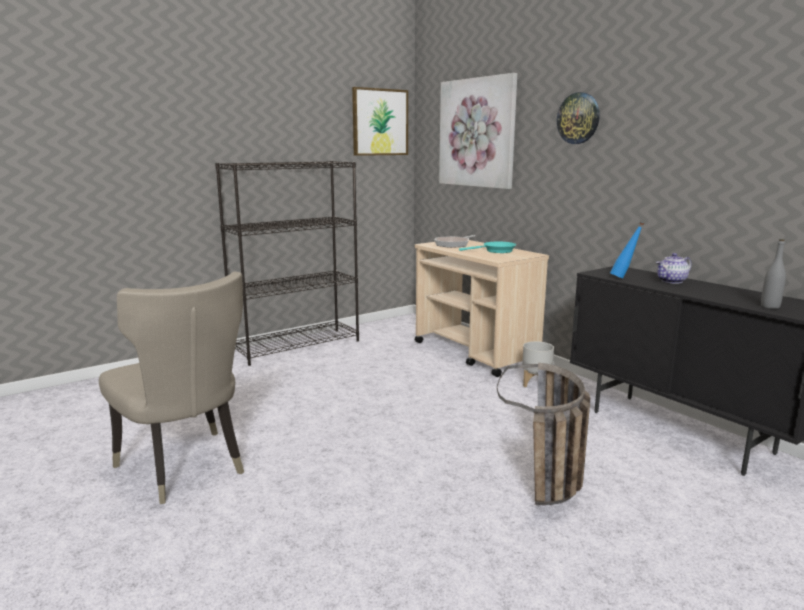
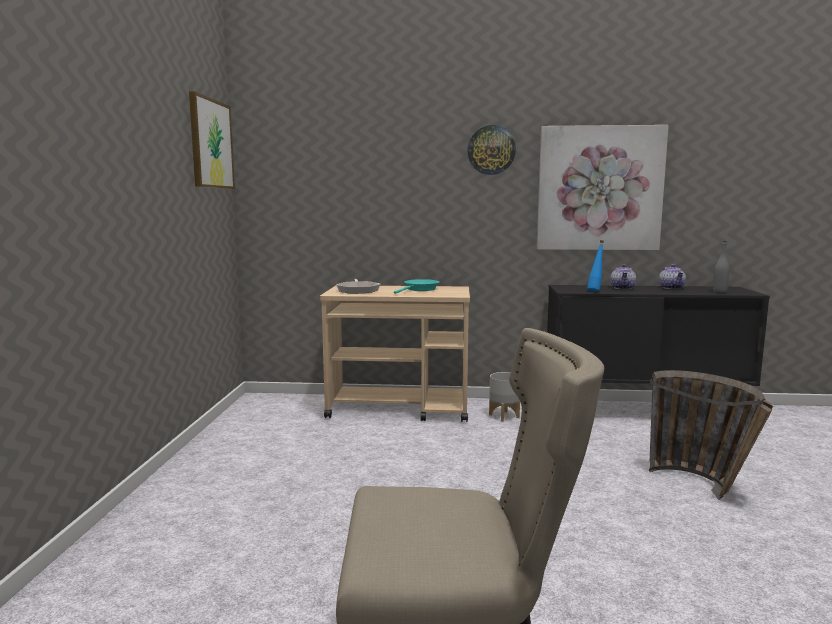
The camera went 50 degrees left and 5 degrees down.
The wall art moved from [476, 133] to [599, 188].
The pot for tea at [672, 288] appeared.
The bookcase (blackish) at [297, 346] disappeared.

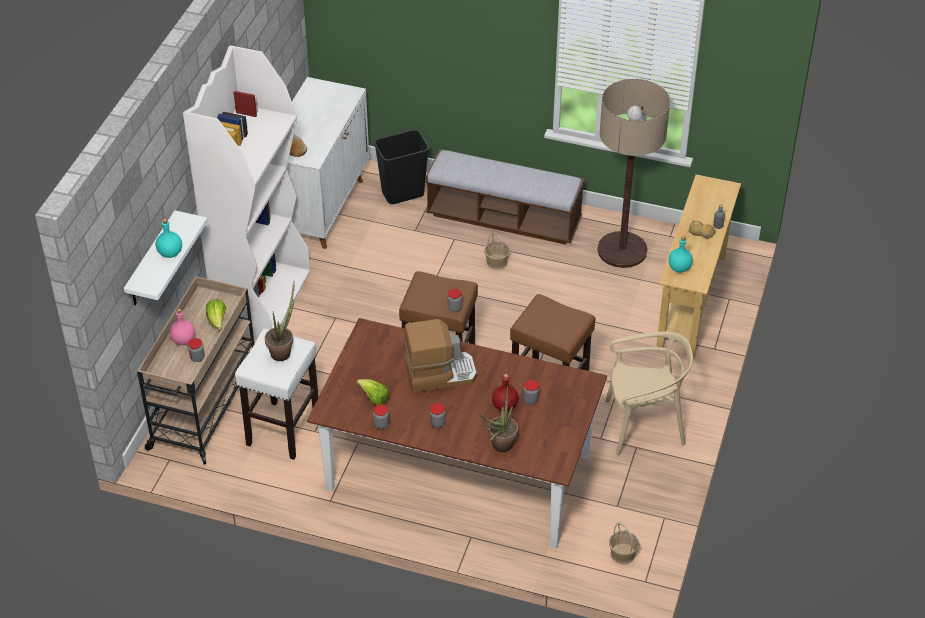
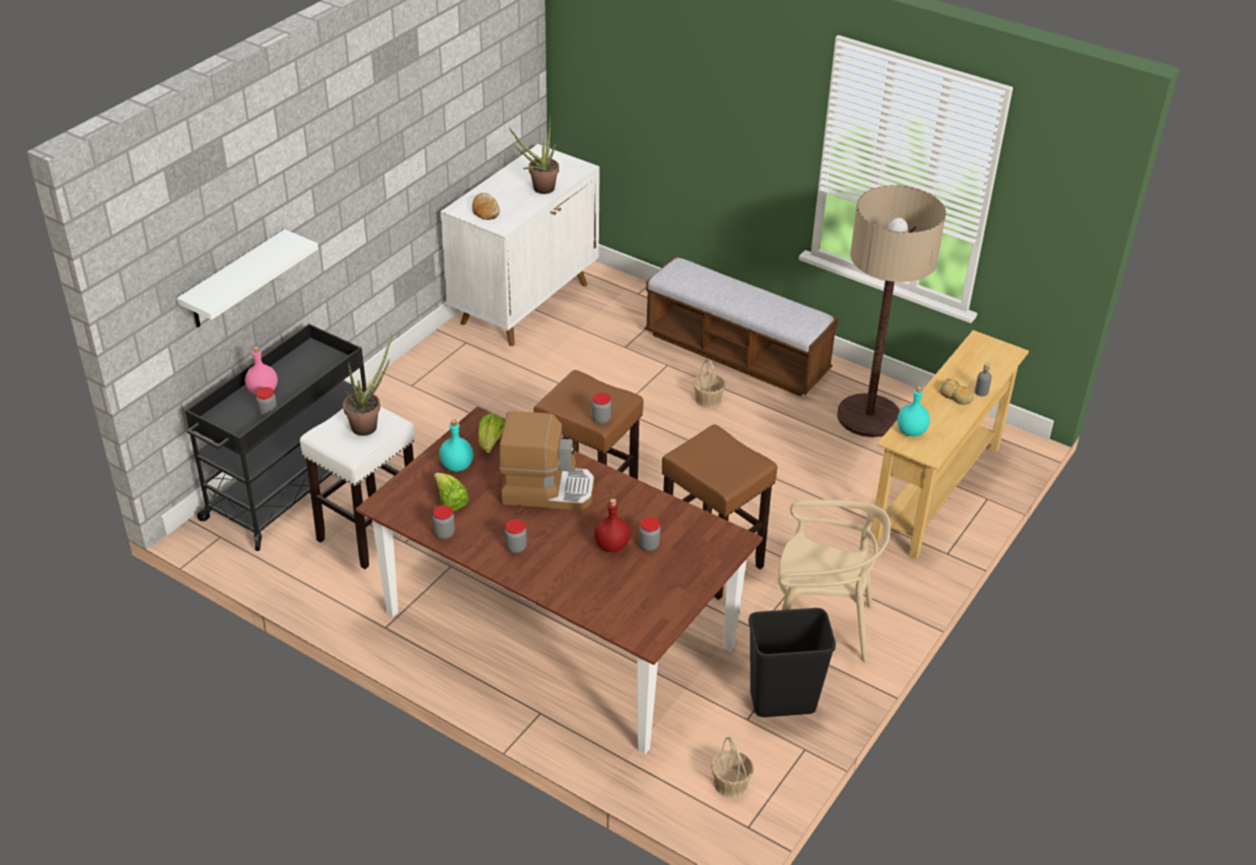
The camera went 15 degrees right and 5 degrees down.
The wheeled cart (beige-coloured) at [205, 406] became the wheeled cart (blackish) at [291, 486].
The beverage bottle (blue-green) moved from [169, 253] to [456, 466].
The head of lettuce moved from [217, 321] to [491, 444].
The houseplant moved from [499, 447] to [539, 189].
The rubbish bin (blackish) moved from [402, 194] to [782, 702].
The bookcase (white-coloured) at [263, 299] disappeared.

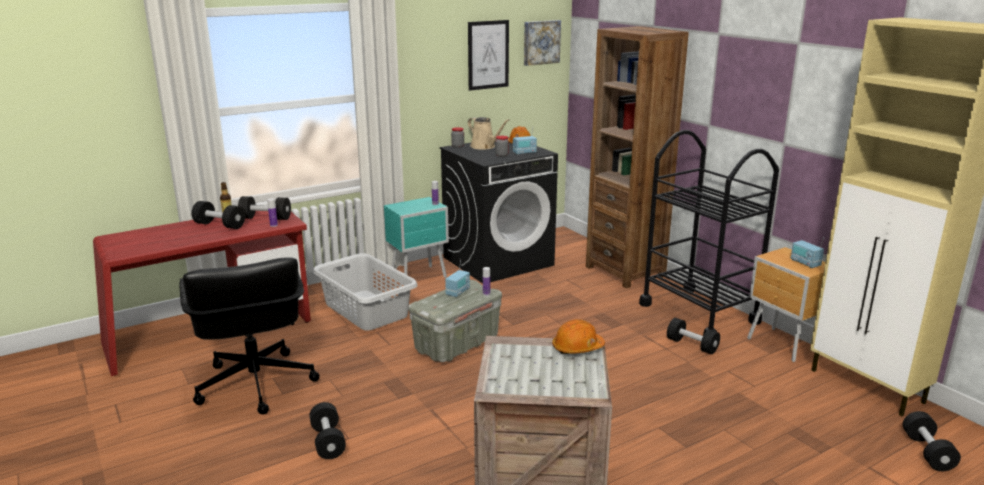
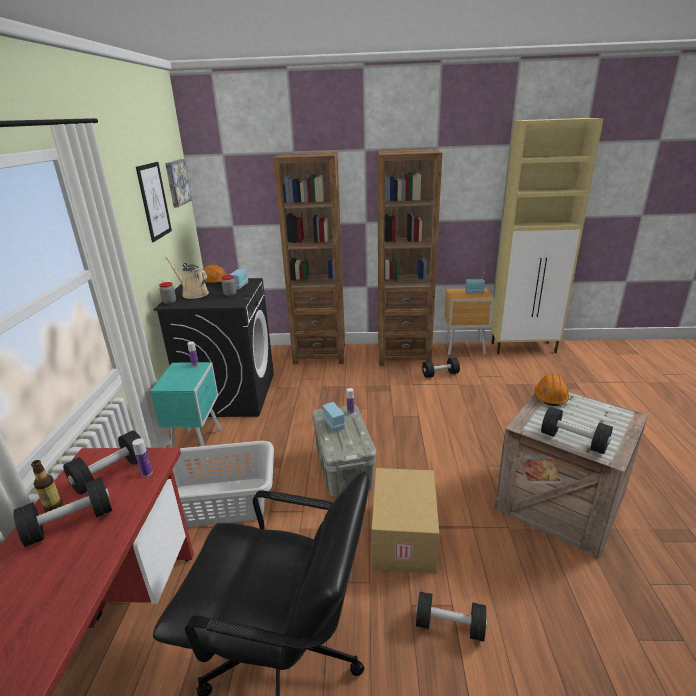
The camera went 55 degrees left and 5 degrees up.
The sprinkling can (beige-coloured) at [484, 146] turned 135 degrees counterclockwise.
The packing box at [402, 536] appeared.
The wheeled cart (blackish) at [698, 313] was replaced by the bookcase (brown) at [403, 355].
The hand weight (blackish) moved from [927, 452] to [573, 441].

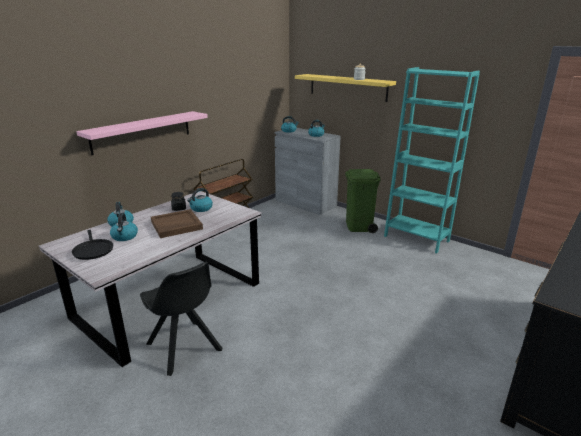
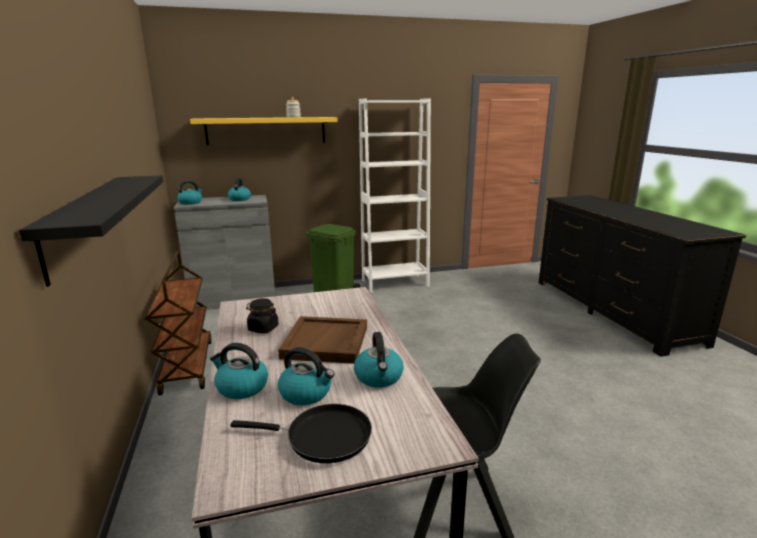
The camera went 55 degrees left and 5 degrees down.
The shelf (pink) at [142, 132] became the shelf (blackish) at [86, 221].
The water kettle moved from [201, 208] to [379, 377].
The bookcase (blue-green) at [416, 238] became the bookcase (white-coloured) at [395, 283].

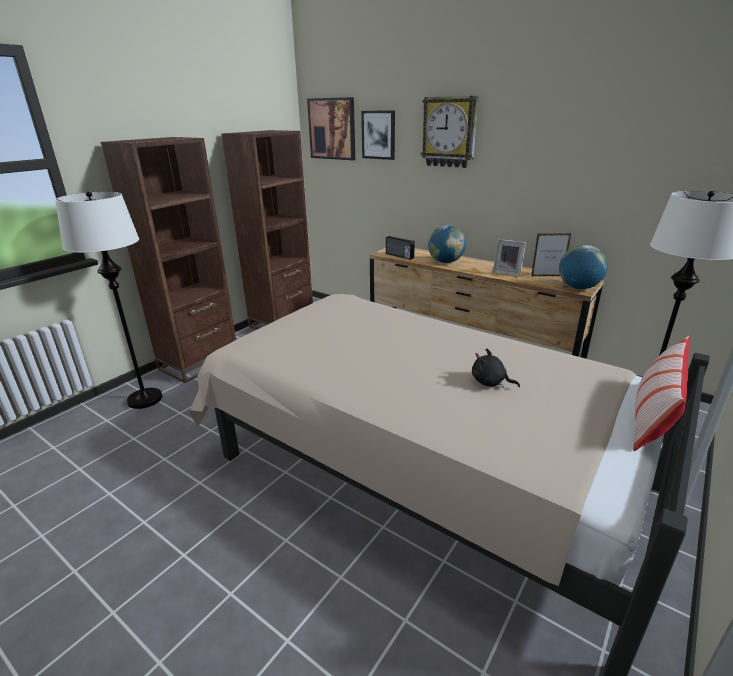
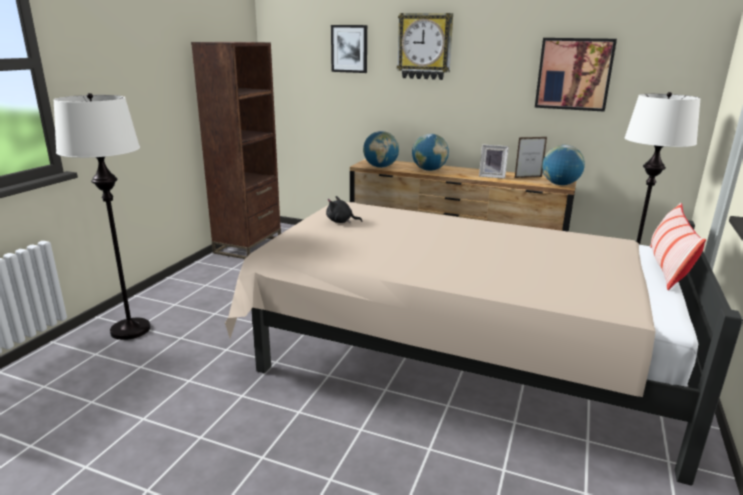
The camera went 15 degrees left and 5 degrees down.
The cuddly toy (blackish) moved from [490, 382] to [341, 221].
The radio receiver at [399, 256] was replaced by the world globe at [380, 167].
The wall art moved from [332, 129] to [574, 74].
The bookcase (brown) at [199, 362] disappeared.

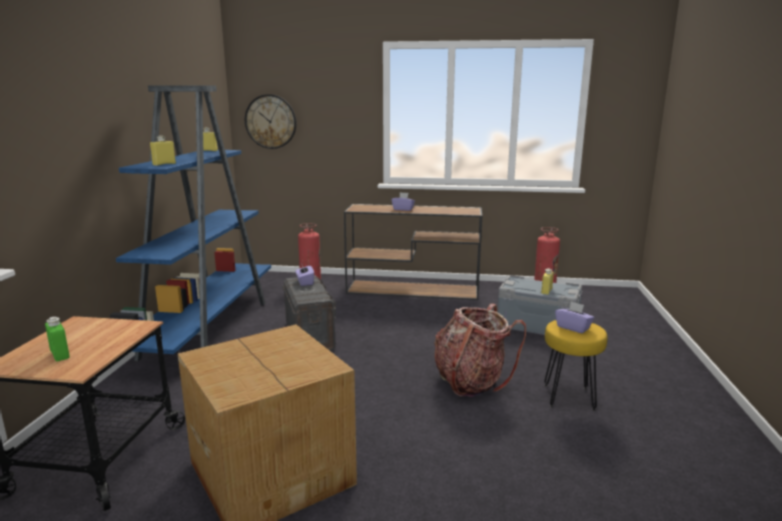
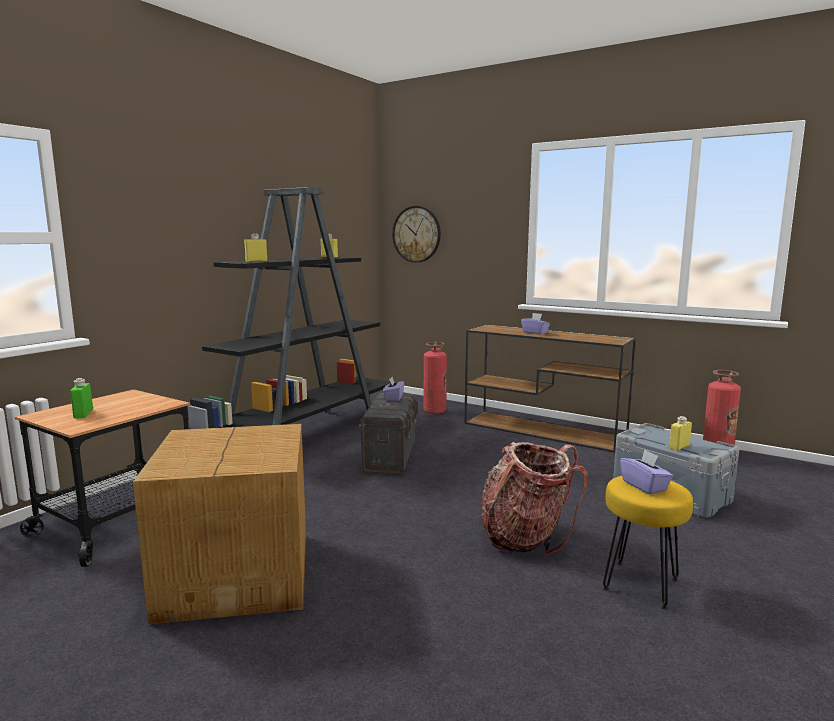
The camera went 25 degrees right and 5 degrees down.
The bookcase (blue) at [208, 327] became the bookcase (blackish) at [305, 434].

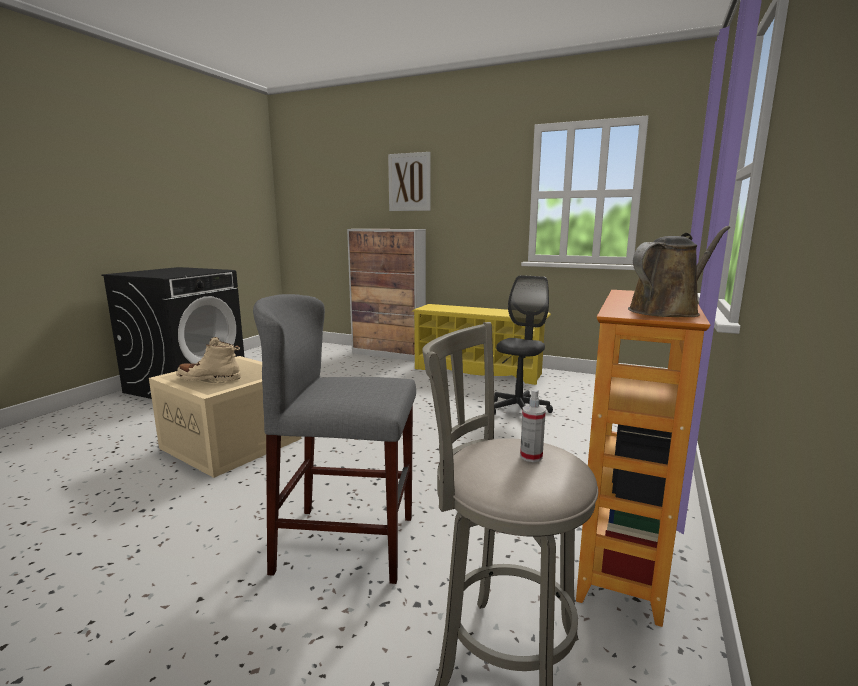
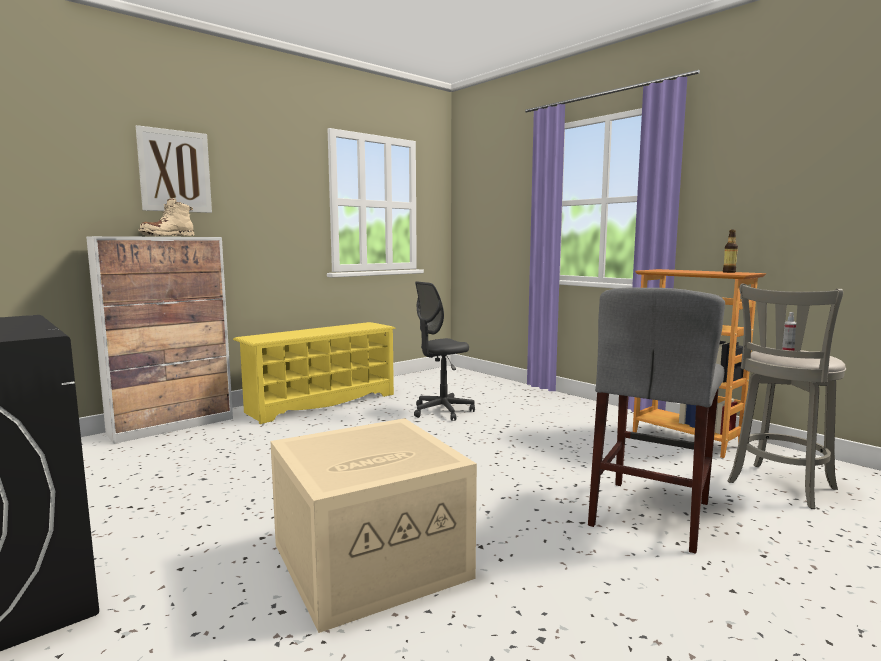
The camera went 65 degrees left and 5 degrees down.
The high-top boot (beige-coloured) moved from [209, 379] to [167, 236].
The desk chair (greyish) at [518, 409] turned 90 degrees counterclockwise.
The sprinkling can (brown) at [667, 311] was replaced by the beverage bottle at [729, 272].

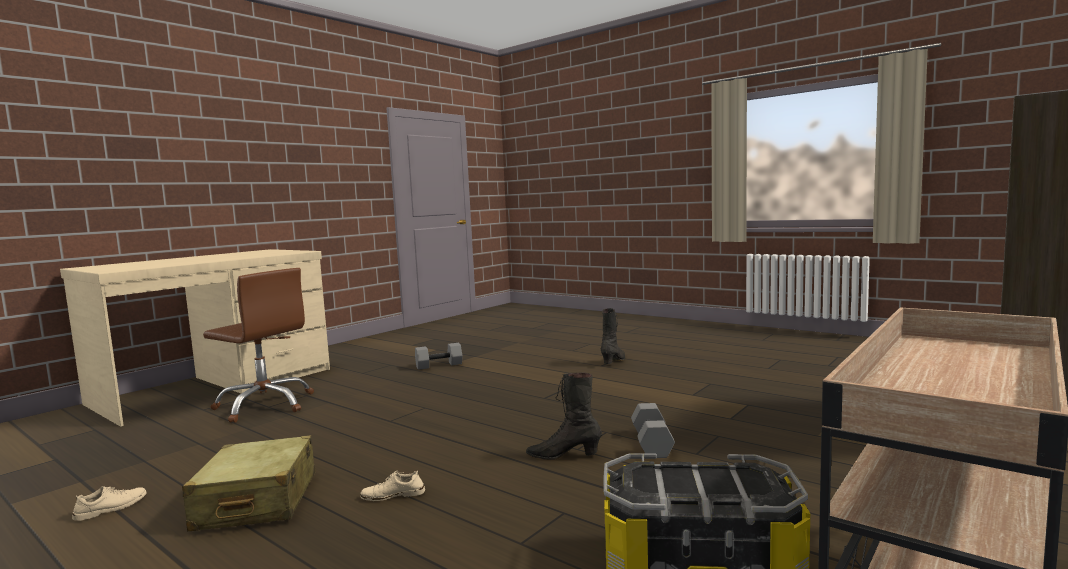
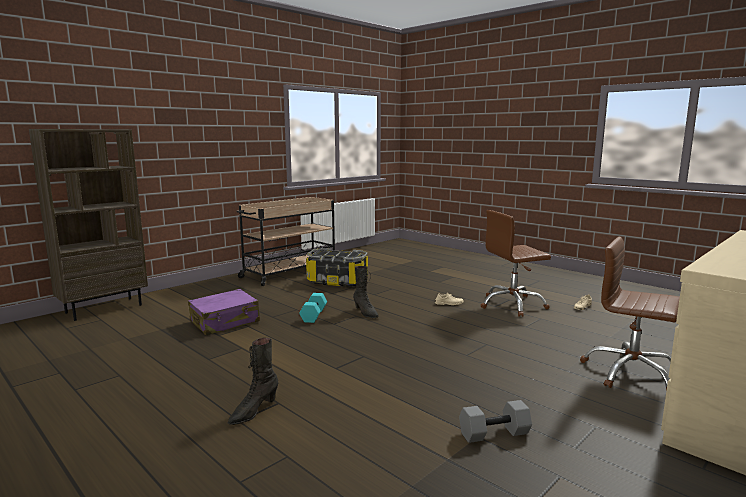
The camera went 175 degrees left and 5 degrees up.
The piece of luggage (purplish) at [225, 322] appeared.
The hand weight (greyish) at [653, 444] became the hand weight (blue-green) at [313, 315].
The high-top boot (blackish) at [564, 455] turned 45 degrees clockwise.
The piece of luggage (beige-coloured) at [257, 502] was replaced by the desk chair (brown) at [512, 305].

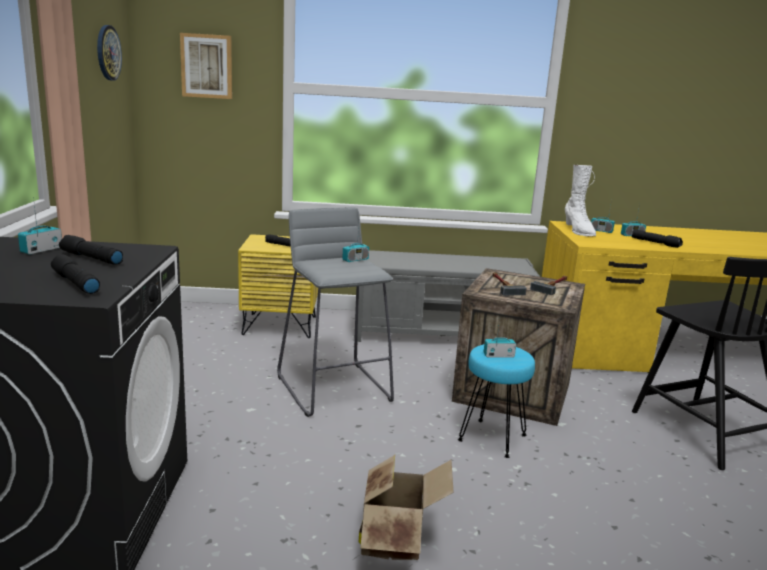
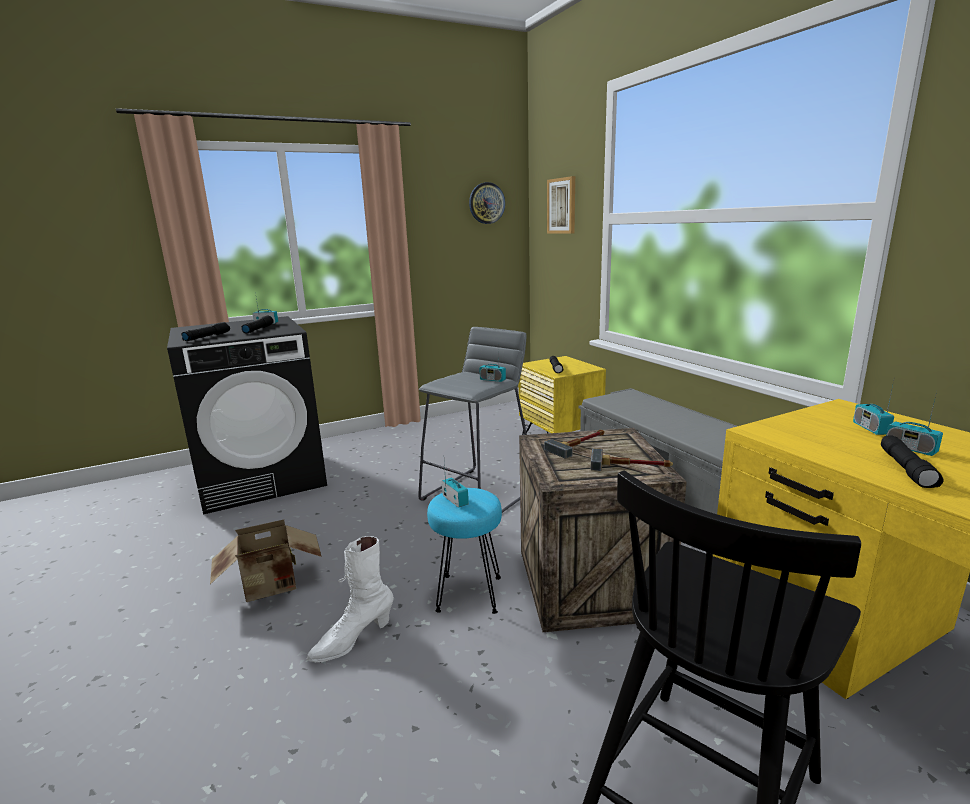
The camera went 65 degrees right and 0 degrees up.
The high-top boot (white-coloured) moved from [578, 231] to [352, 640].

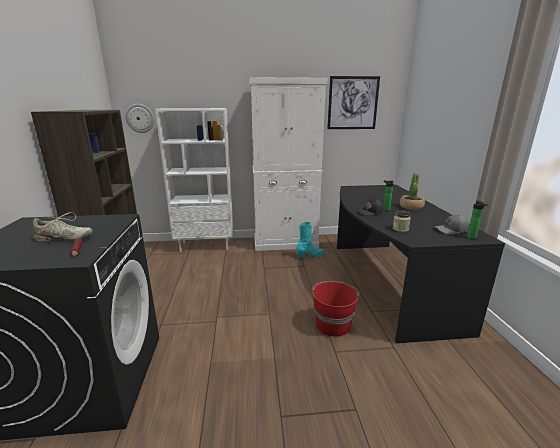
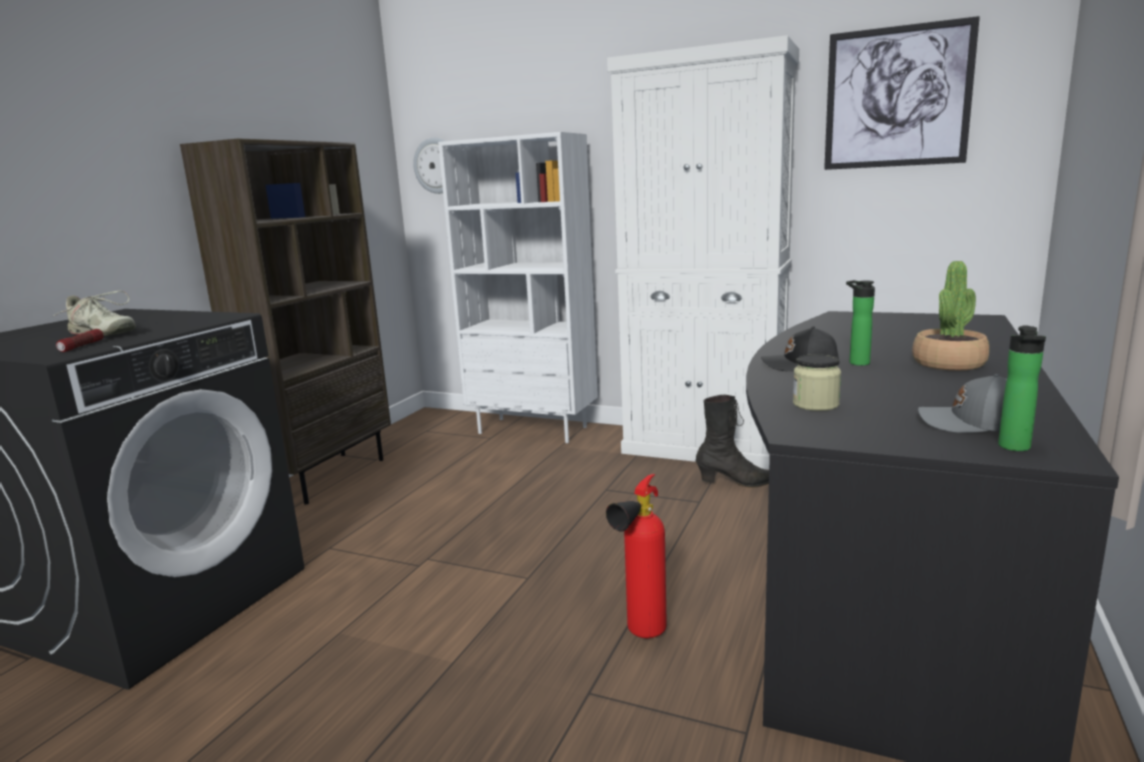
The camera went 30 degrees right and 5 degrees down.
The water bucket (reddish) at [332, 324] was replaced by the fire extinguisher at [641, 636].
The high-top boot (blue-green) at [310, 255] became the high-top boot (blackish) at [736, 483].

